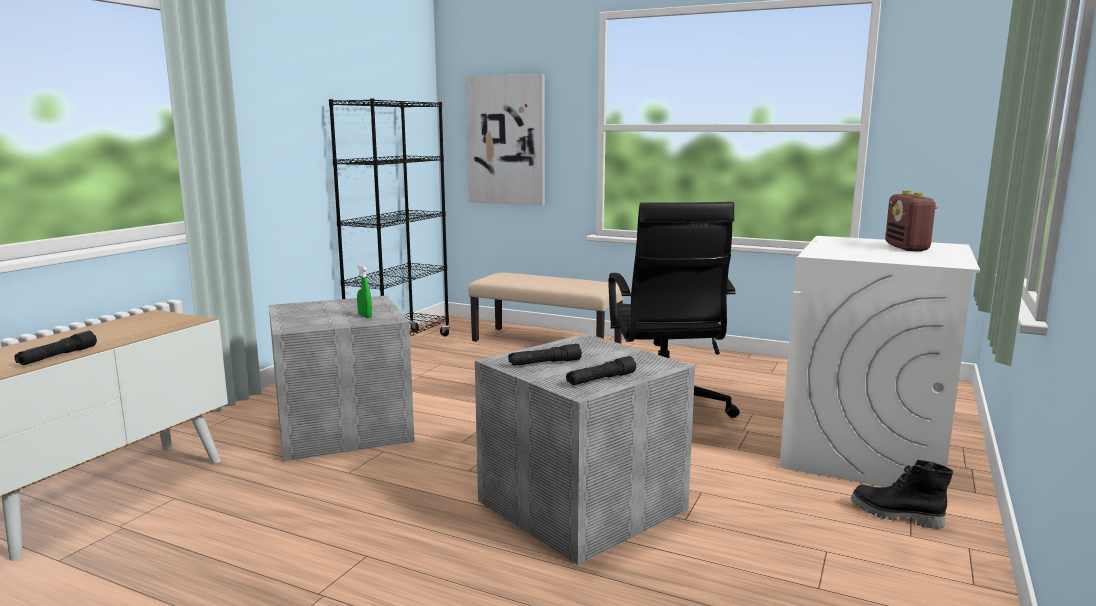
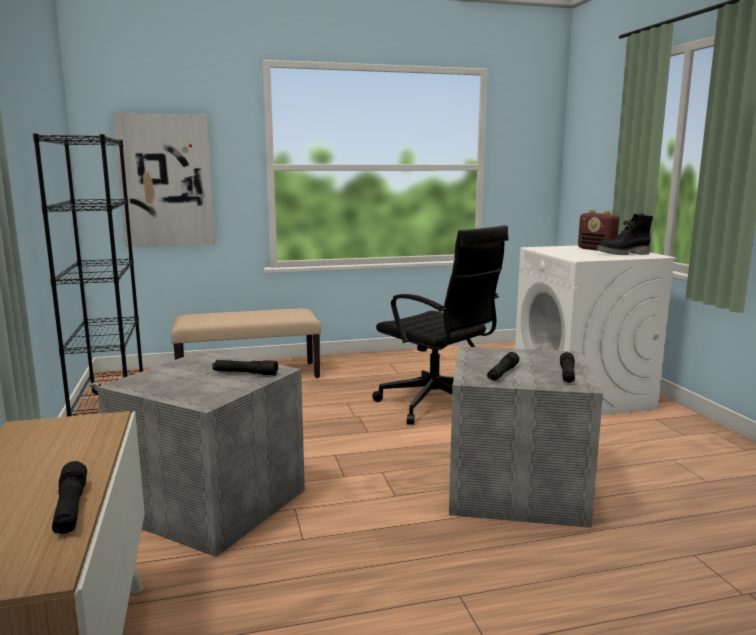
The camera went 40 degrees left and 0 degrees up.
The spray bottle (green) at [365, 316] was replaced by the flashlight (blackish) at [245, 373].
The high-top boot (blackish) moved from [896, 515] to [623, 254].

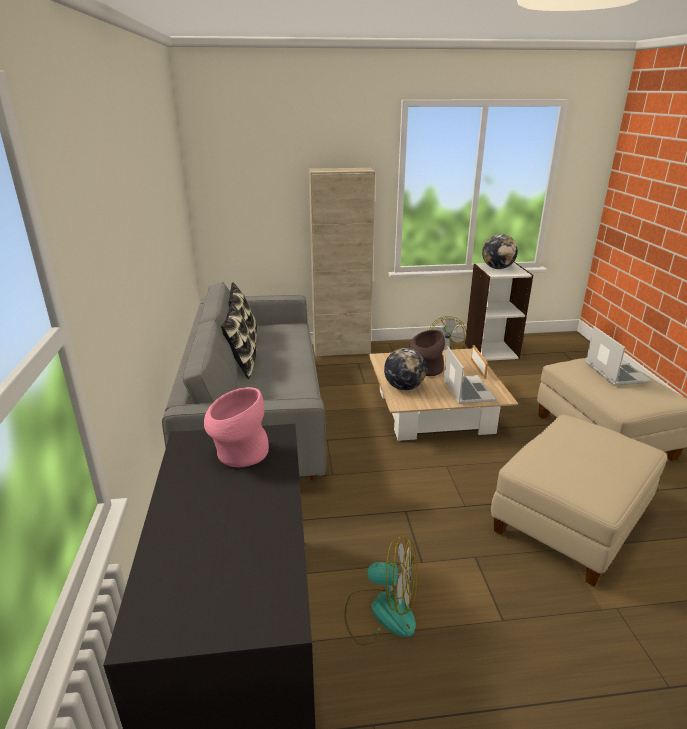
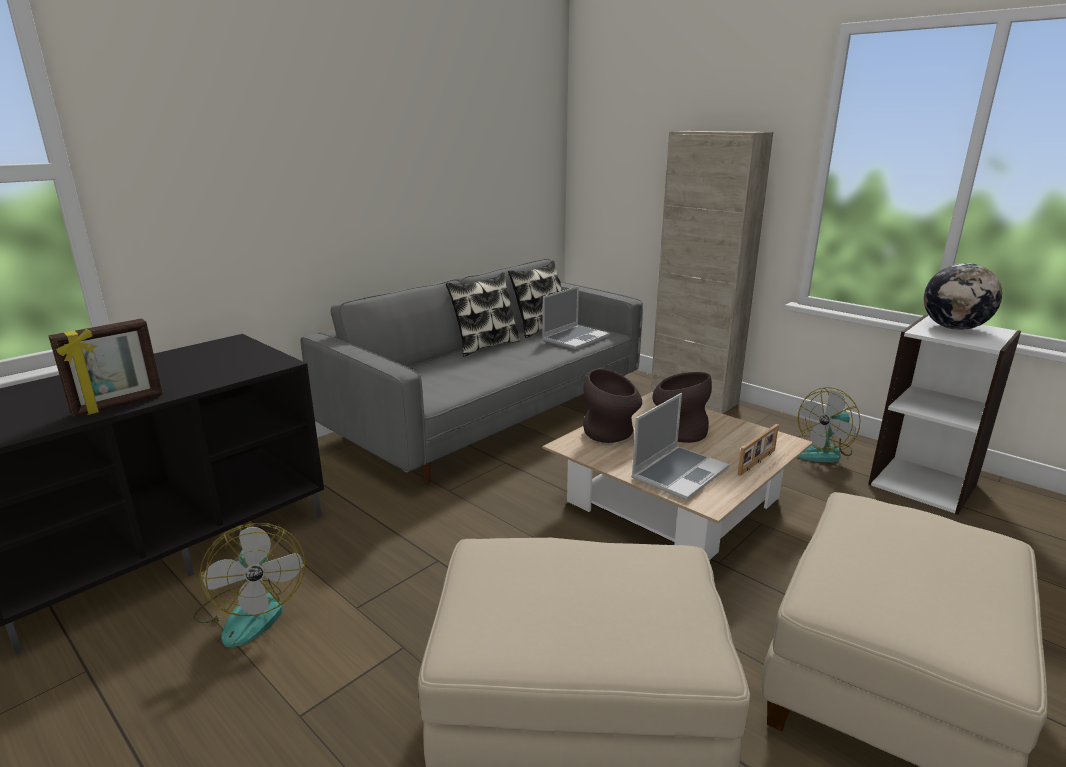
The camera went 50 degrees right and 5 degrees down.
The picture frame at [118, 405] appeared.
The notebook computer moved from [614, 372] to [575, 338].
The world globe at [404, 387] was replaced by the decorative vase (brown) at [610, 434].
The decorative vase (pink) at [238, 453] disappeared.

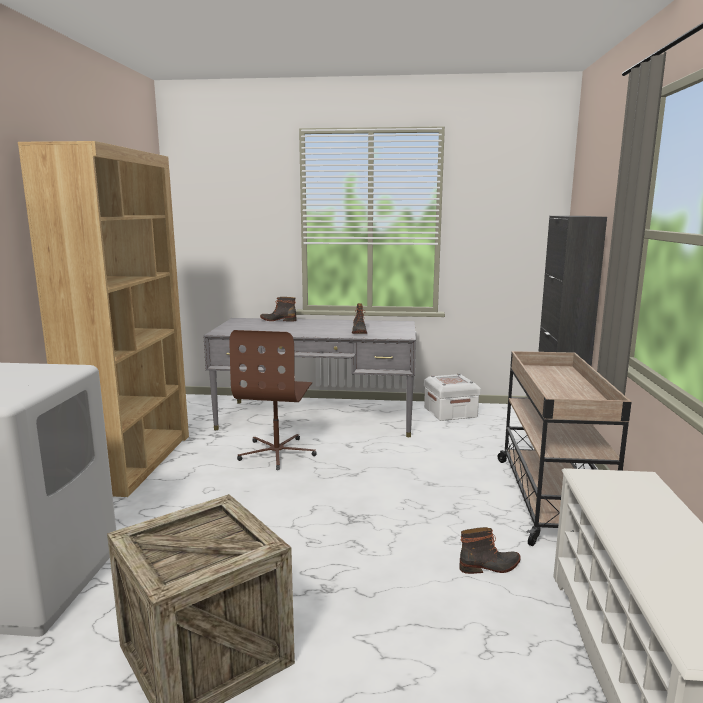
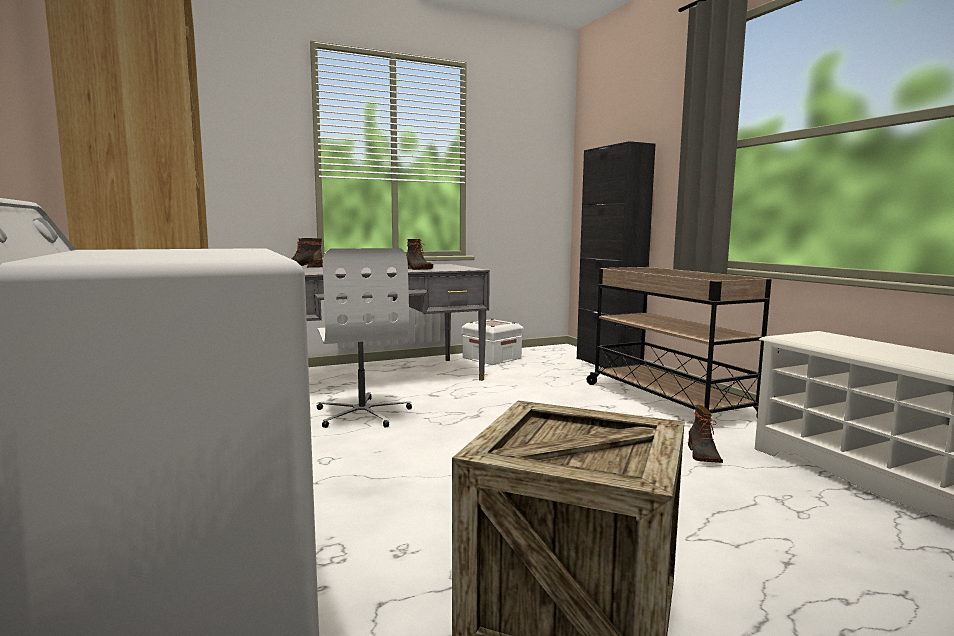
The camera went 30 degrees left and 5 degrees down.
The desk chair (brown) at [277, 453] became the desk chair (white-coloured) at [363, 413].
The high-top boot at [490, 566] turned 135 degrees clockwise.

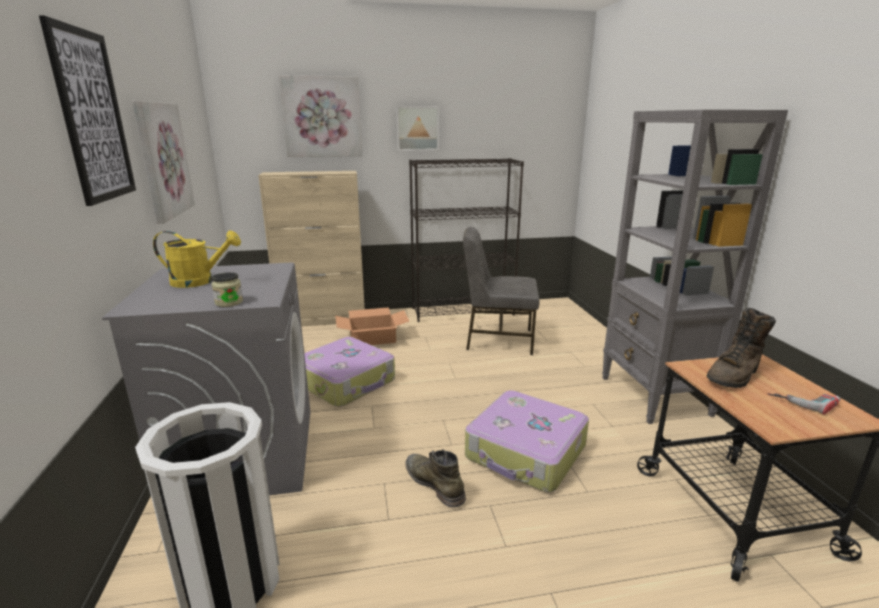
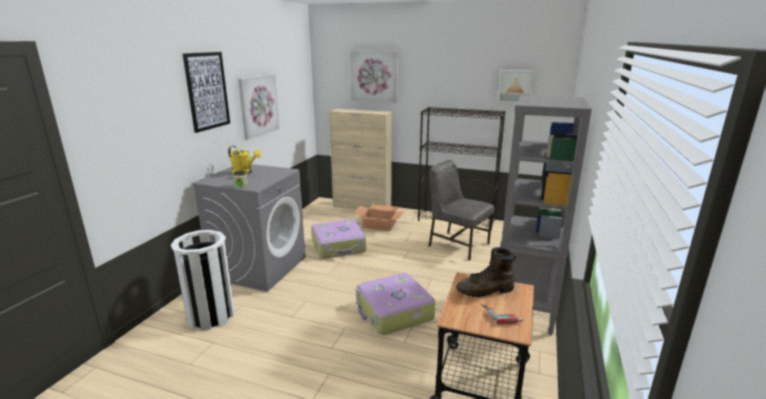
The camera went 30 degrees right and 0 degrees up.
The wall art moved from [417, 128] to [515, 86].
The high-top boot (green) at [434, 483] disappeared.

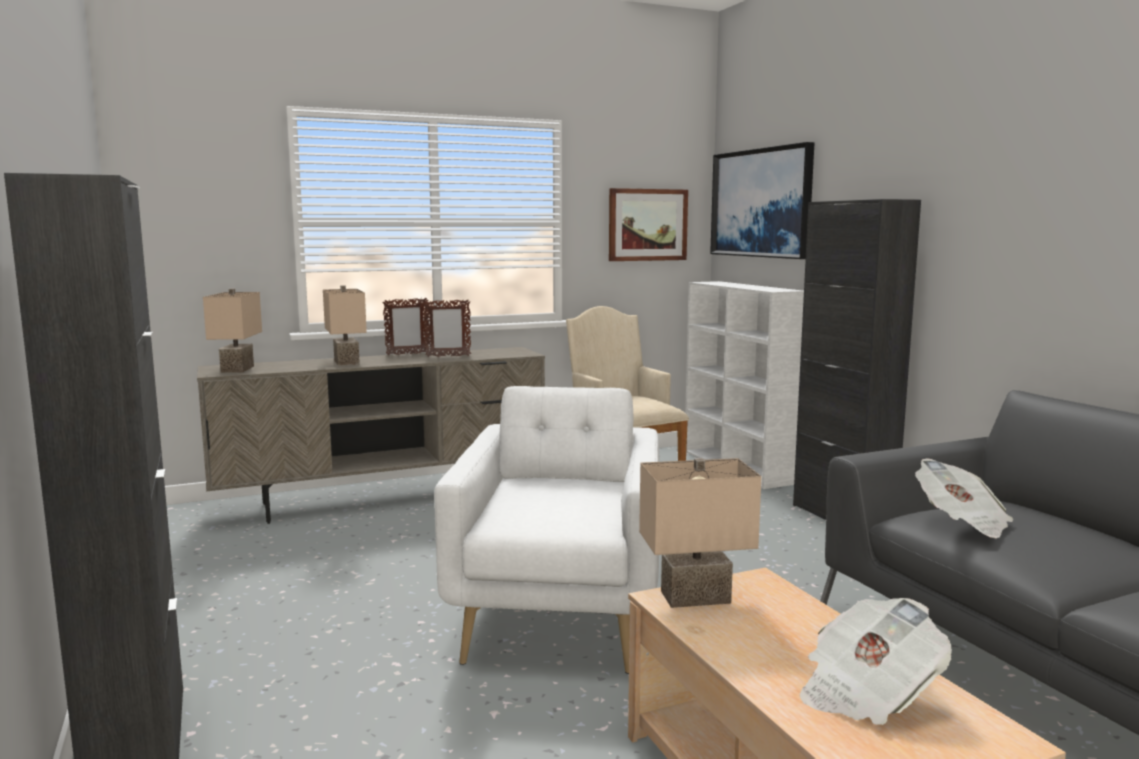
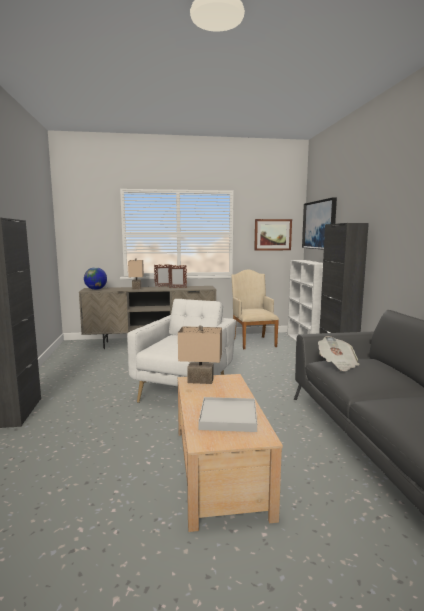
The camera went 15 degrees right and 0 degrees up.
The table lamp (beige-coloured) at [239, 369] was replaced by the world globe at [96, 289].
The newspaper at [866, 693] was replaced by the carrying tray (white-coloured) at [228, 417].

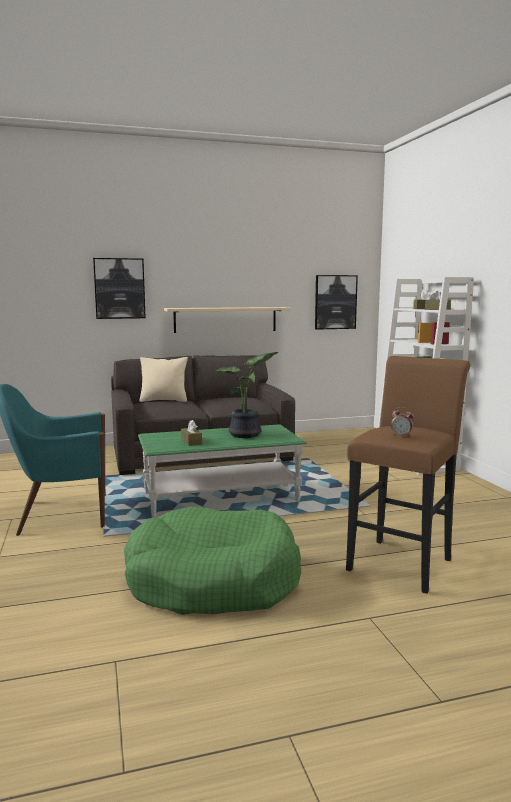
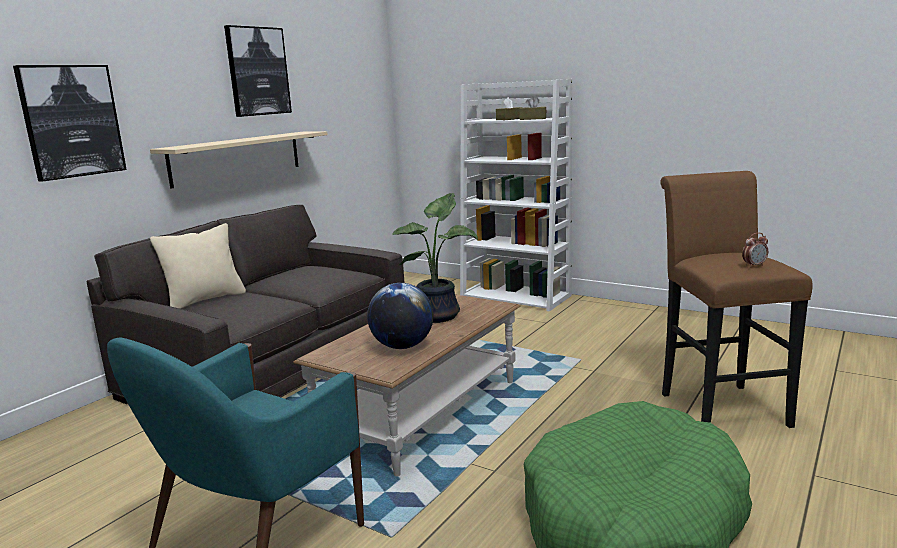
The camera went 40 degrees left and 5 degrees up.
The wall art moved from [335, 302] to [257, 71].
The coffee table (green) at [221, 497] became the coffee table (brown) at [422, 413].
The tissue holder (brown) at [191, 442] was replaced by the world globe at [402, 346].

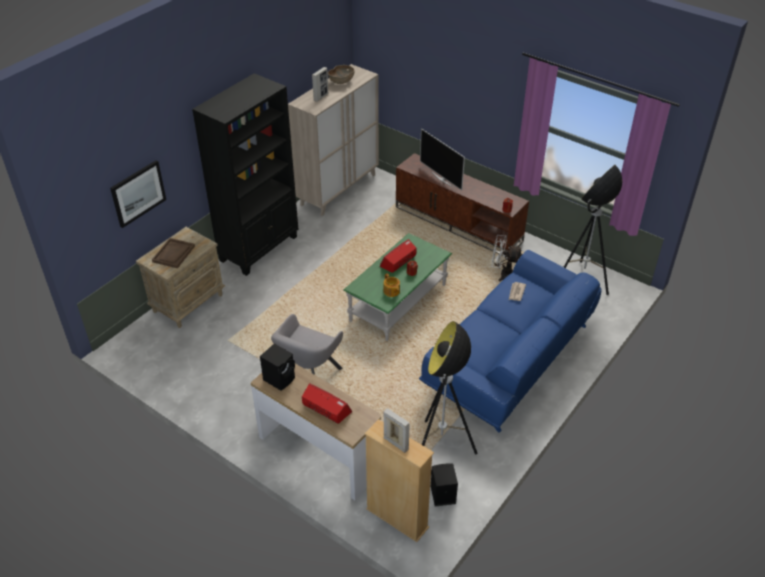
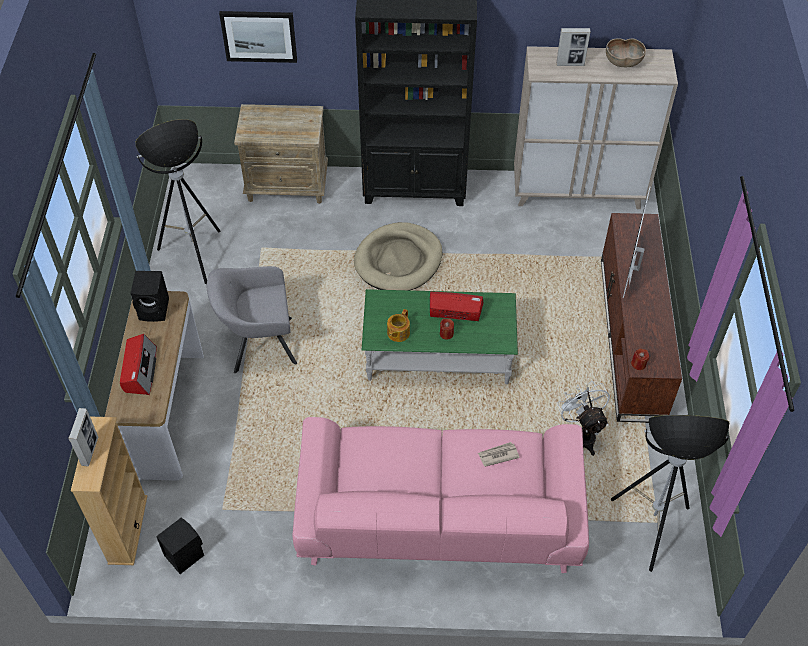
The camera went 55 degrees right and 10 degrees up.
The standing lamp moved from [441, 448] to [195, 256].
The couch (blue) at [510, 359] became the couch (pink) at [438, 516].
The dog bed (beige-coloured) at [398, 260] appeared.
The carrying tray (brown) at [173, 254] disappeared.

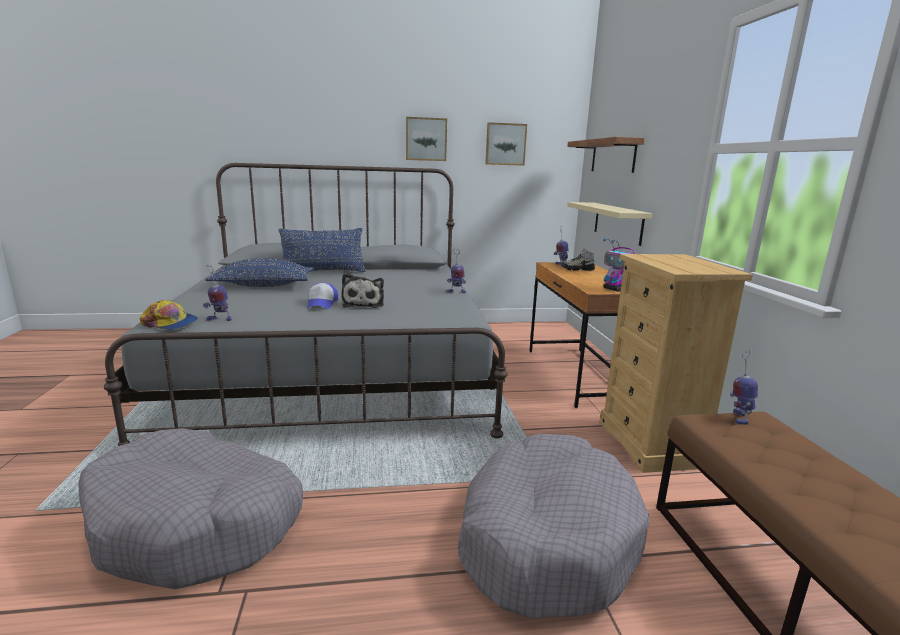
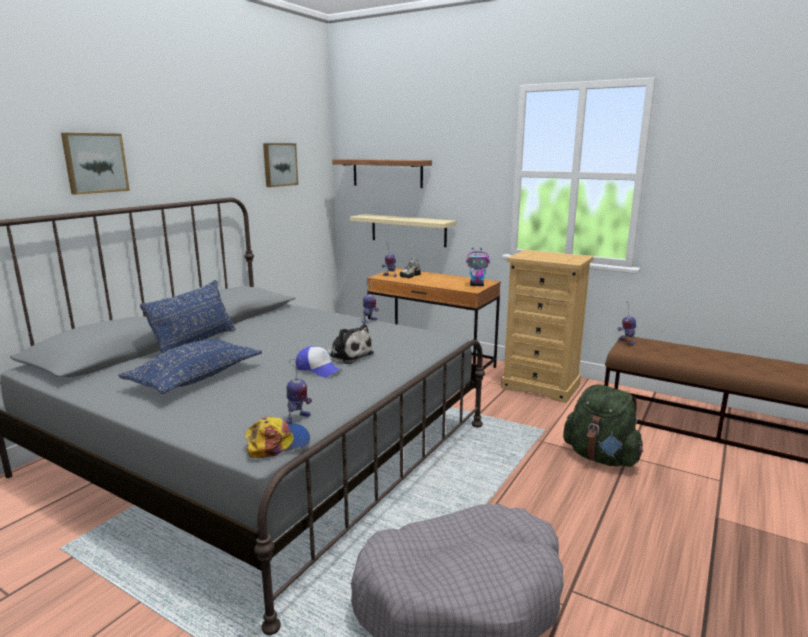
The camera went 50 degrees left and 0 degrees up.
The wall art moved from [426, 139] to [95, 163].
The dog bed (greyish) at [546, 537] was replaced by the rucksack (green) at [601, 457].

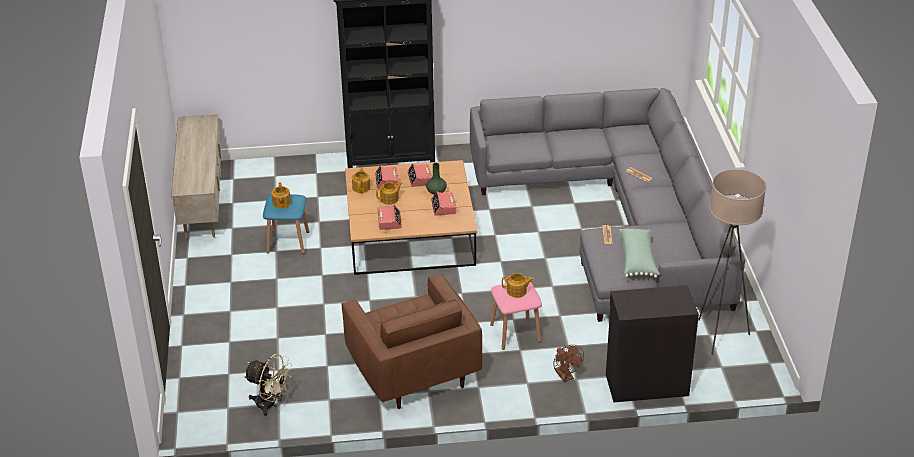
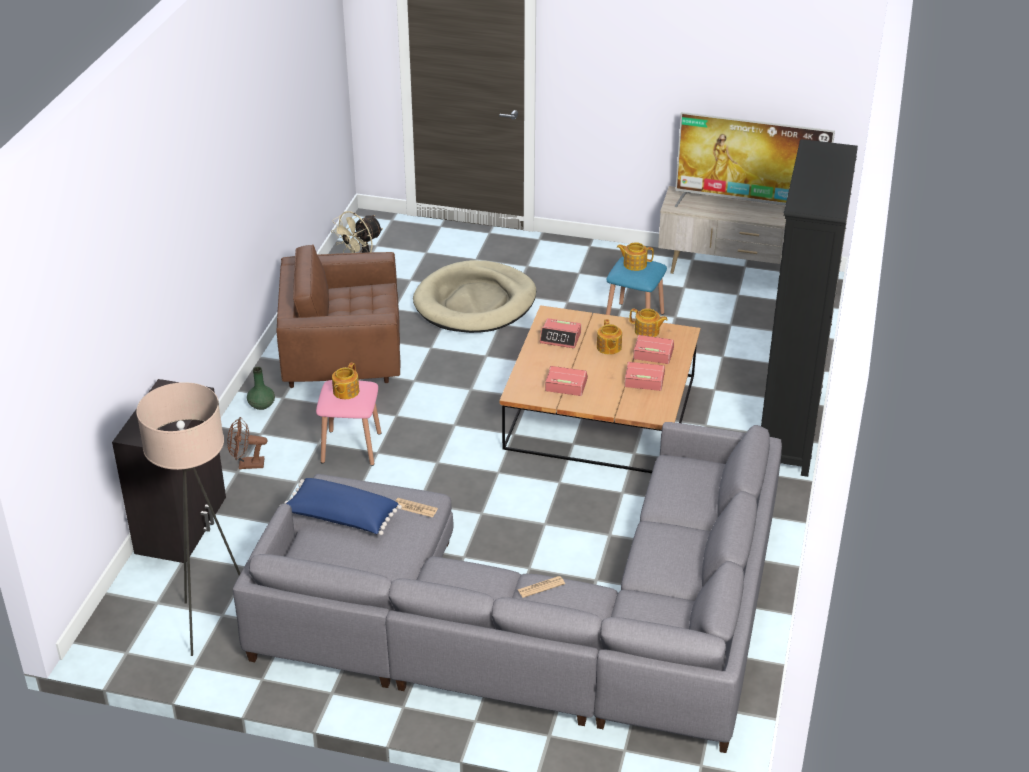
The camera went 110 degrees right and 0 degrees up.
The decorative vase (green) moved from [436, 192] to [261, 405].
The throw pillow (green) at [638, 260] became the throw pillow (blue) at [340, 518].
The dog bed (beige-coloured) at [475, 302] appeared.
The TV at [748, 207] appeared.

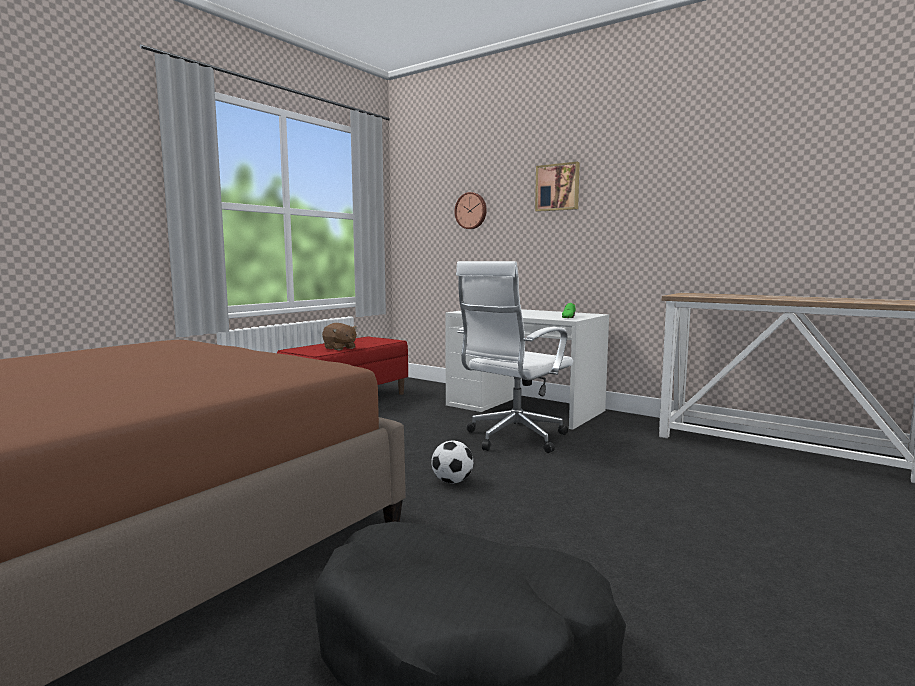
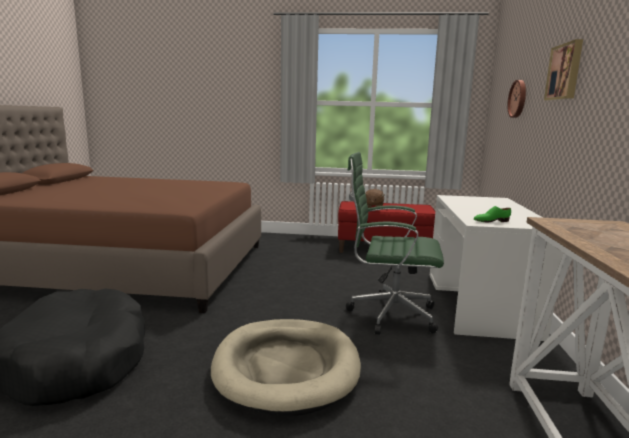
The camera went 60 degrees right and 5 degrees up.
The dog bed (beige-coloured) at [286, 368] appeared.
The desk chair (white-coloured) at [512, 439] became the desk chair (green) at [388, 314].
The football at [452, 481] disappeared.

